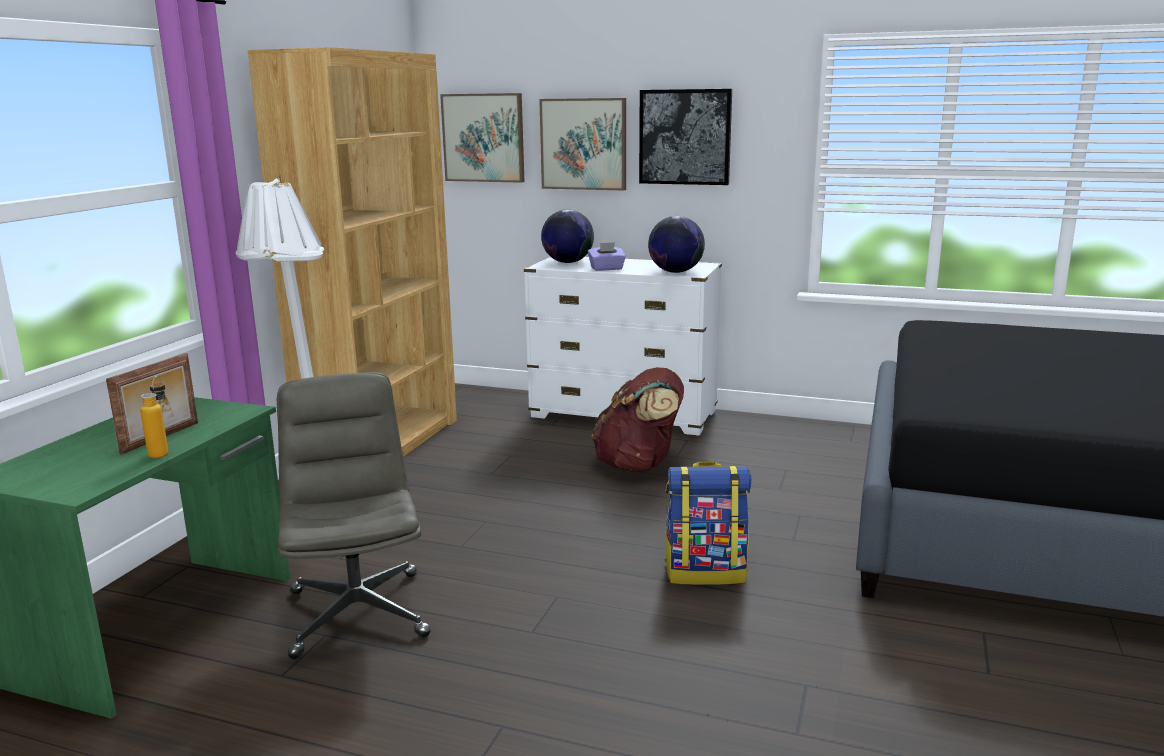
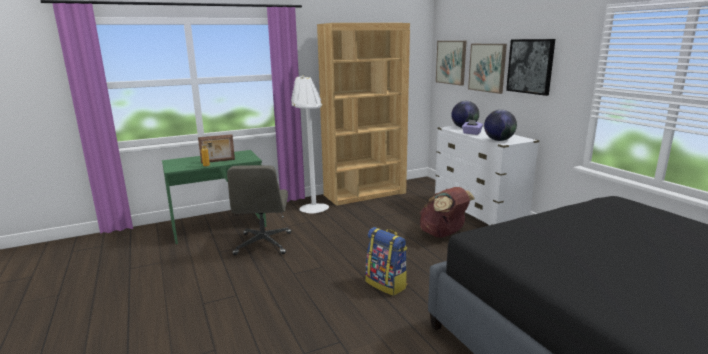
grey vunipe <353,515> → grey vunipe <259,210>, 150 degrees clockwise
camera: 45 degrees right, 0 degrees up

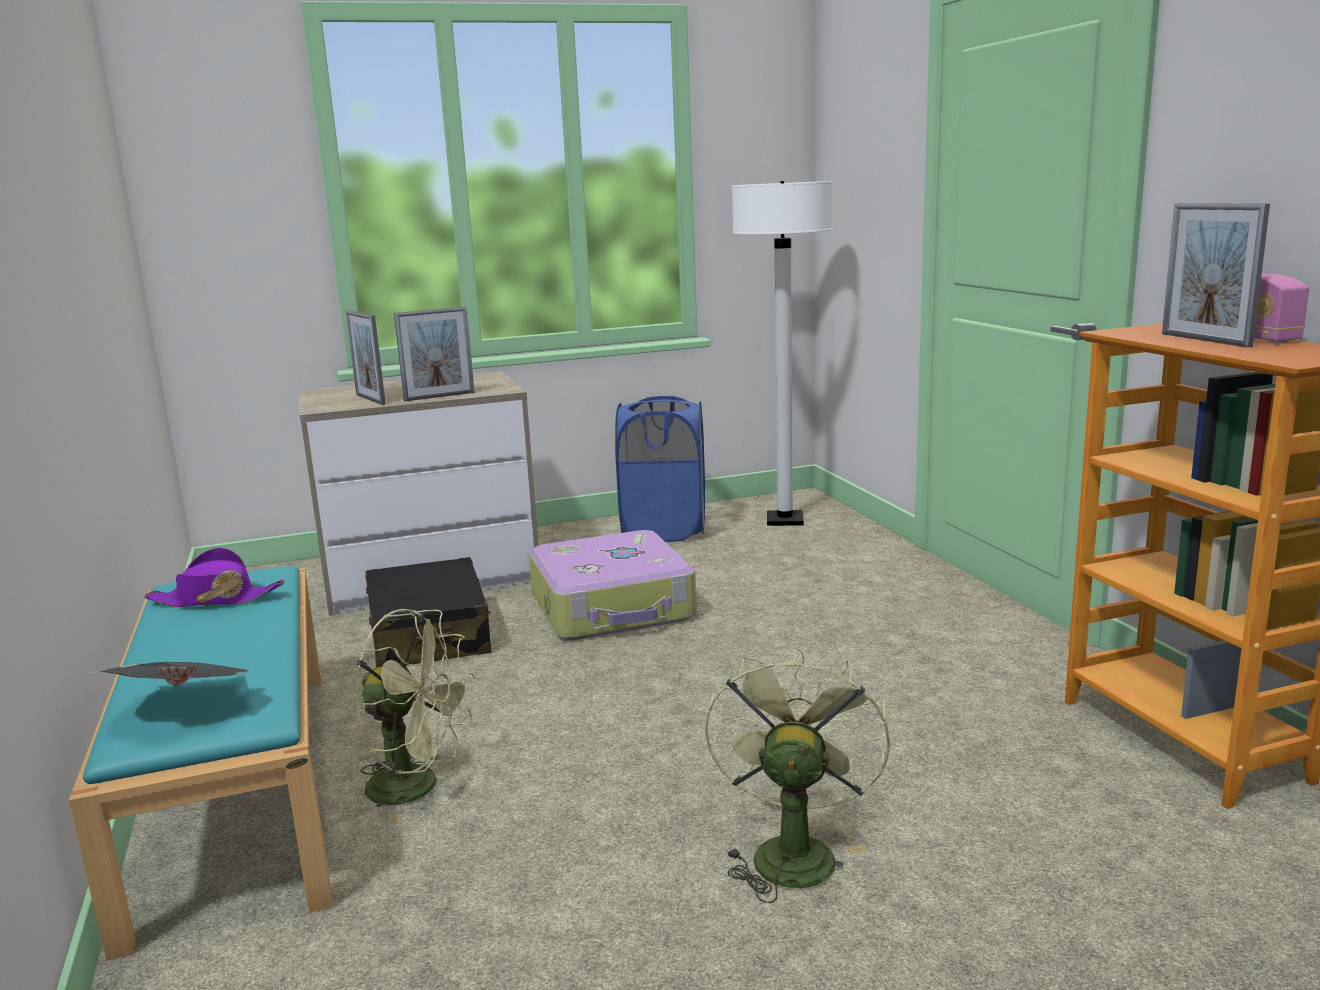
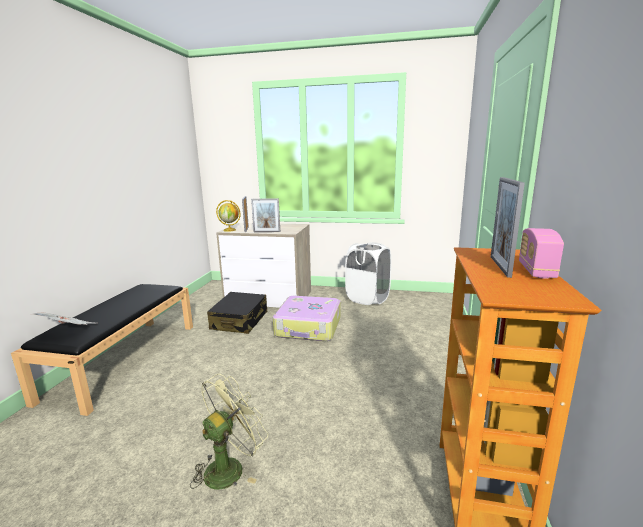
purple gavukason <214,577> → -
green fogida <415,716> → -
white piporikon <782,353> → -
- → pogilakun <228,216>
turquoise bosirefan <201,763> → black bosirefan <102,350>
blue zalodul <660,469> → white zalodul <368,273>
camera: 30 degrees right, 0 degrees up

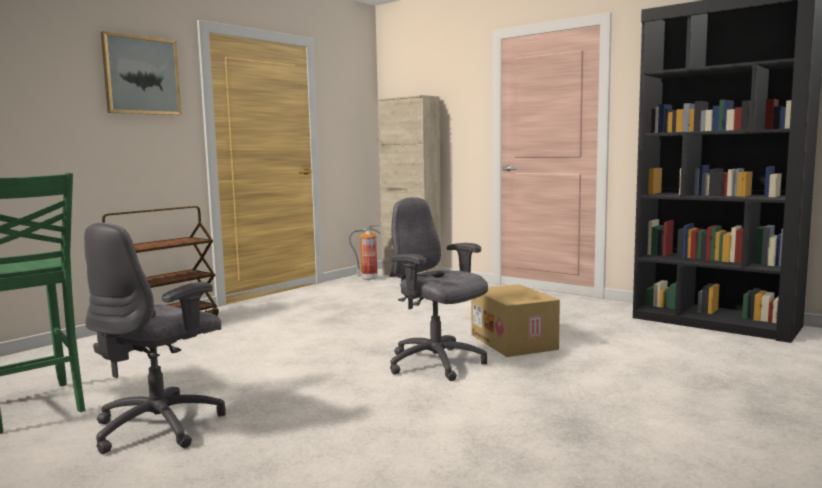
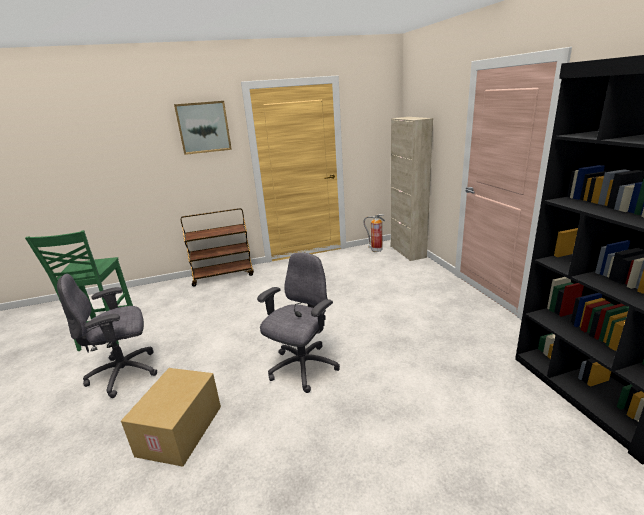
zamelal <515,320> → zamelal <171,417>, move
grey vunipe <438,289> → grey vunipe <298,323>, 45 degrees clockwise
camera: 35 degrees right, 15 degrees up

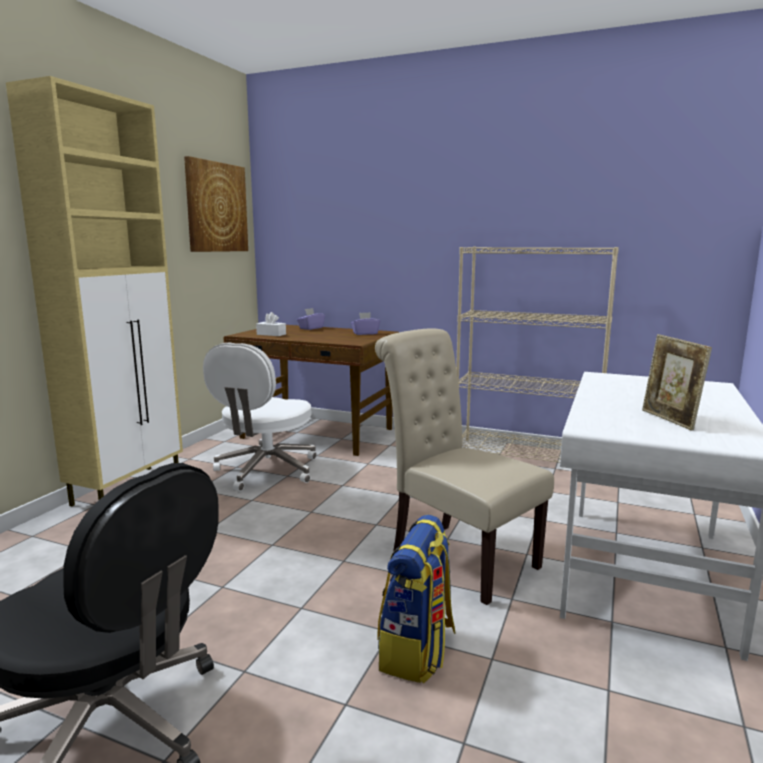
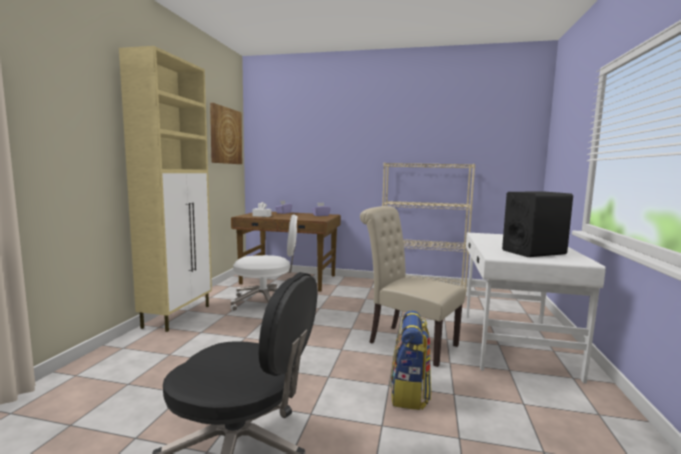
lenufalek <677,382> → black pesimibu <537,224>
white vunipe <260,417> → white vunipe <263,263>, 105 degrees counterclockwise
camera: 10 degrees left, 5 degrees down

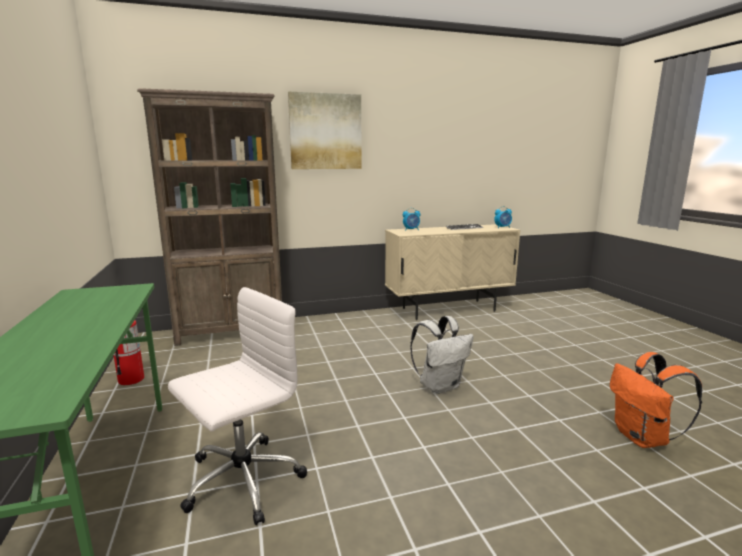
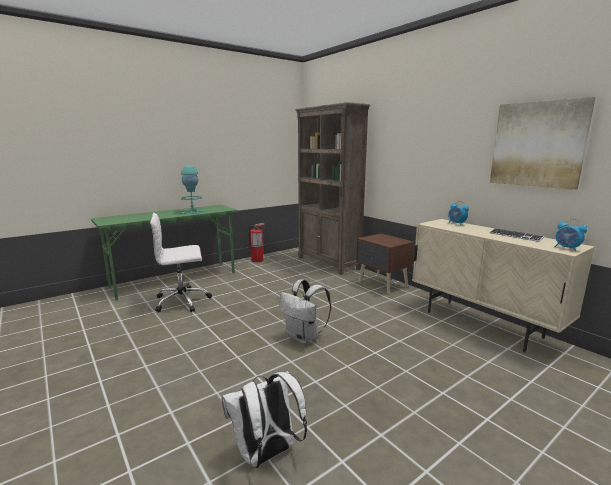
- → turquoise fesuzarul <192,189>
- → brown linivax <385,263>
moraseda <325,130> → moraseda <543,143>, move
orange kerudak <656,400> → white kerudak <264,419>
white vunipe <237,406> → white vunipe <181,262>, 135 degrees clockwise
camera: 70 degrees right, 0 degrees up

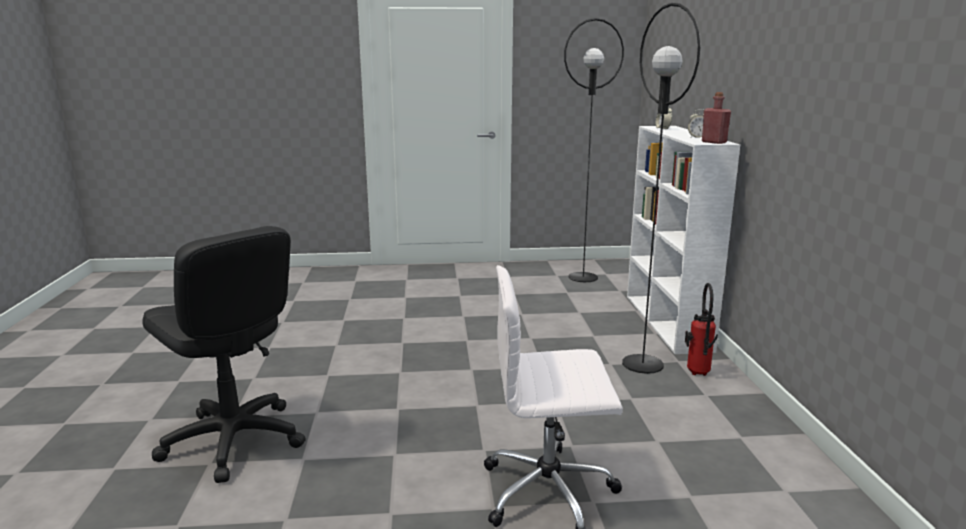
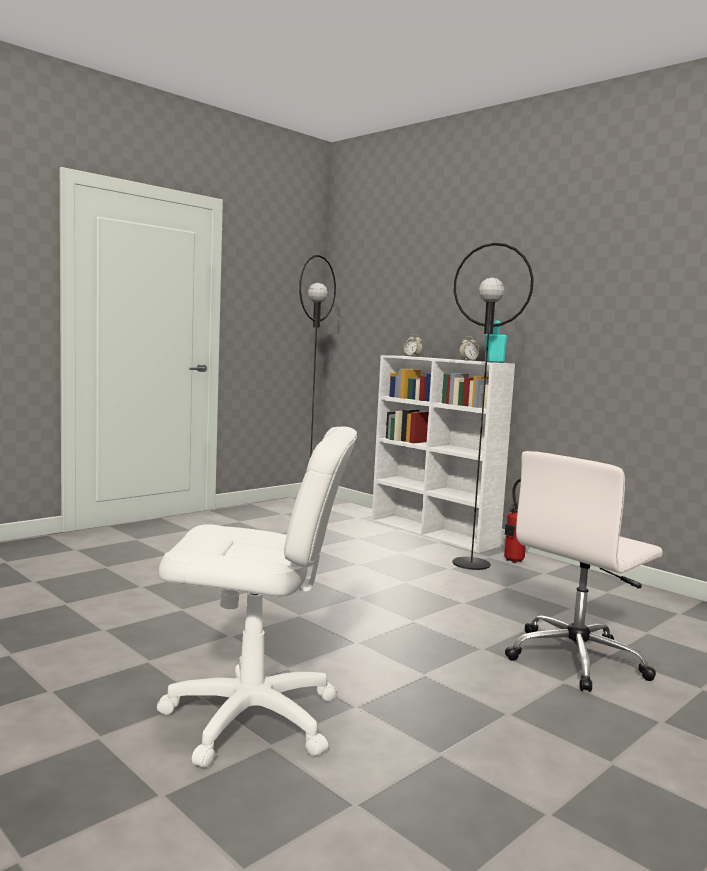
black vunipe <224,354> → white vunipe <257,597>
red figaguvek <716,118> → turquoise figaguvek <496,342>
camera: 40 degrees left, 10 degrees down

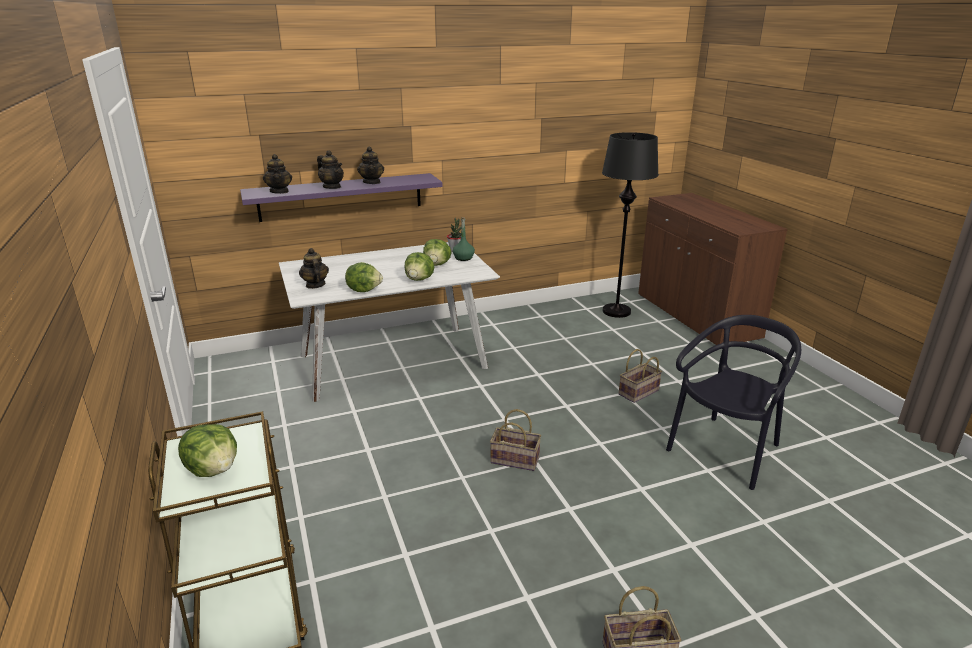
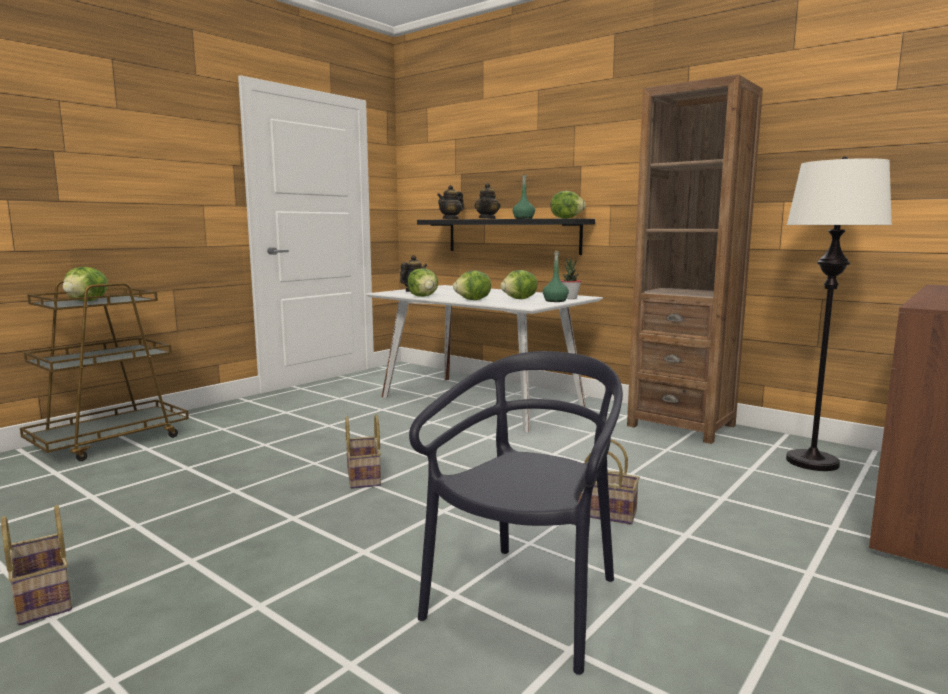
- → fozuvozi <568,205>
- → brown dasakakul <695,259>
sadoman <370,165> → green figaguvek <523,196>
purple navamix <341,197> → black navamix <506,236>
black piporikon <630,225> → white piporikon <839,313>
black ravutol <733,402> → black ravutol <516,513>, 75 degrees counterclockwise
camera: 60 degrees right, 15 degrees down

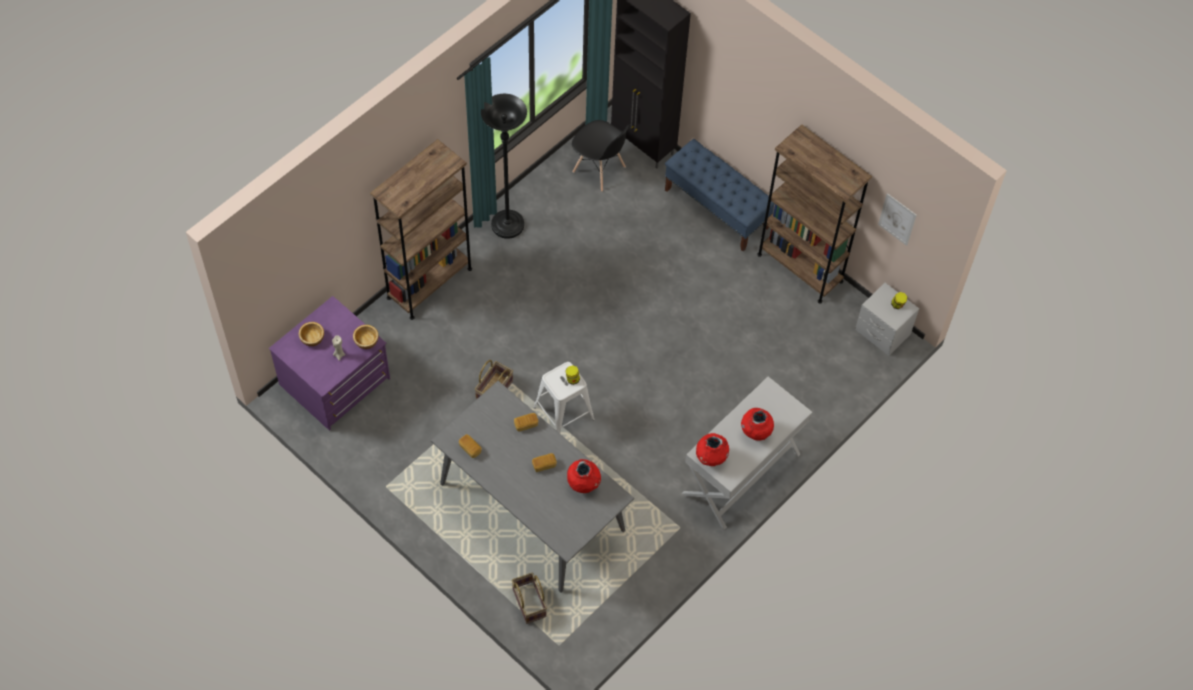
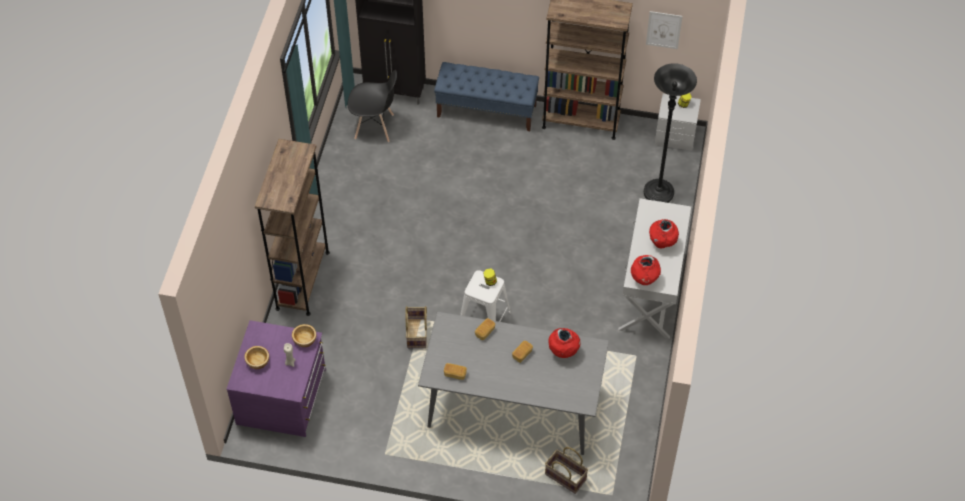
black piporikon <504,166> → black piporikon <670,133>, move
camera: 30 degrees left, 5 degrees down

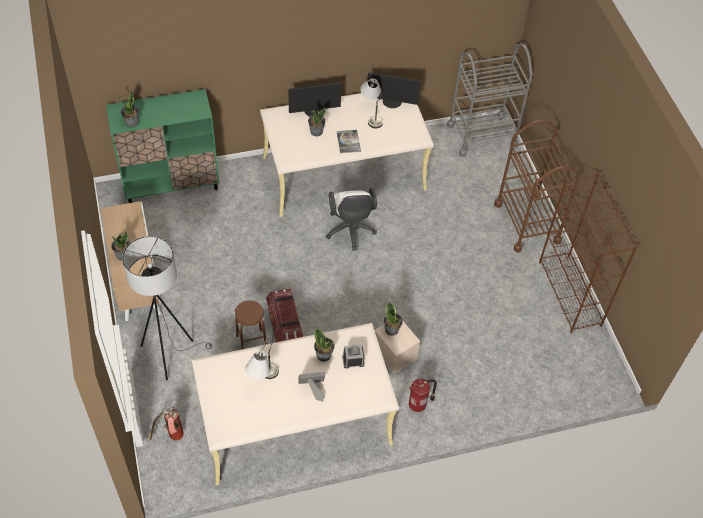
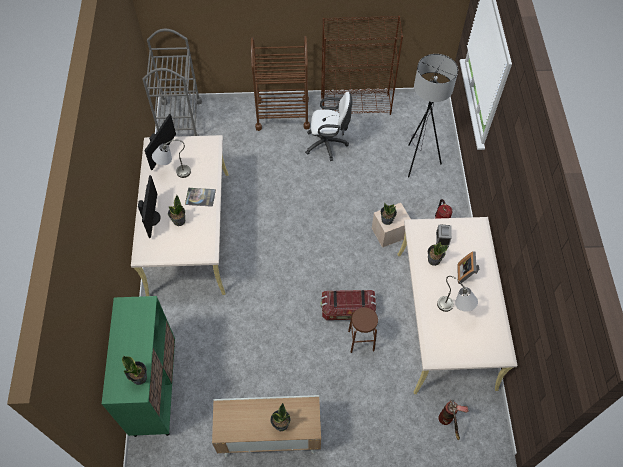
grey piporikon <167,308> → grey piporikon <433,115>, move
white vunipe <351,219> → white vunipe <328,126>, move
camera: 75 degrees left, 5 degrees up

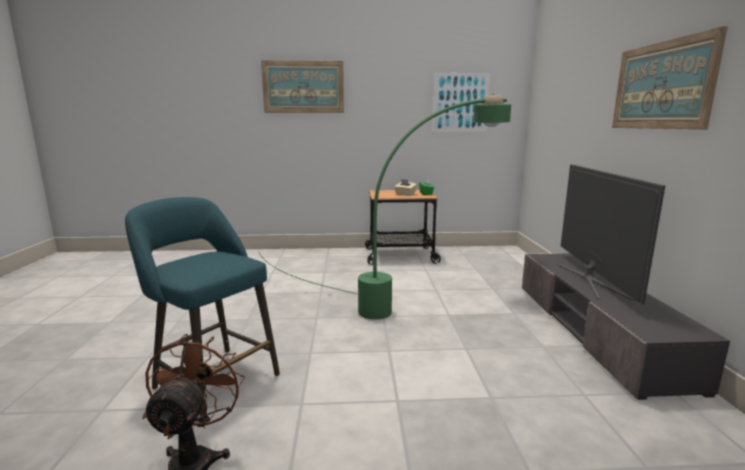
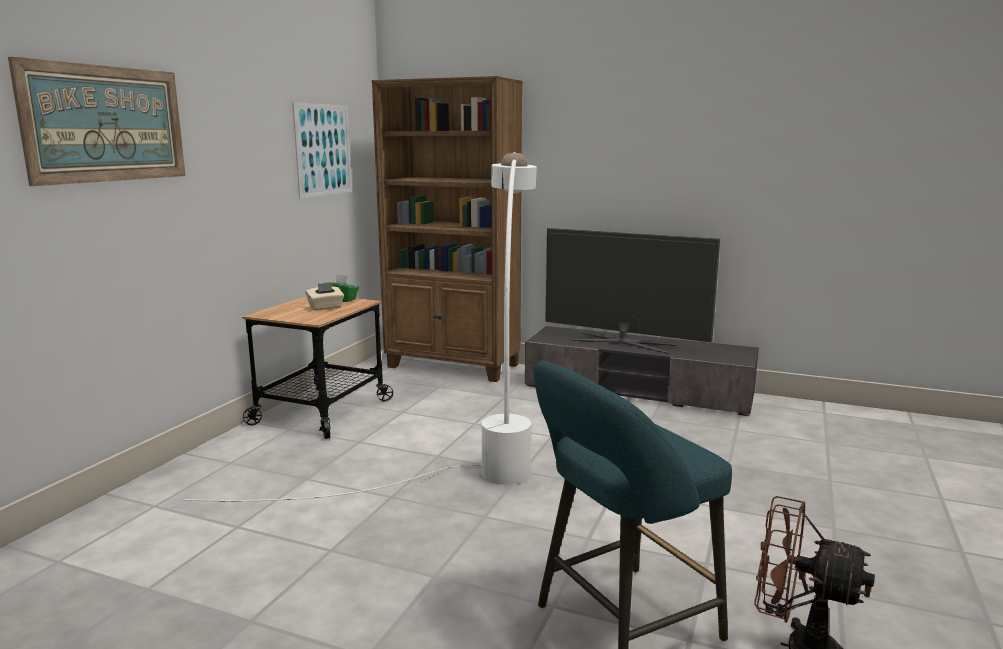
moraseda <670,78> → -
- → brown dasakakul <447,229>
green piporikon <384,207> → white piporikon <361,326>
camera: 65 degrees left, 0 degrees up

